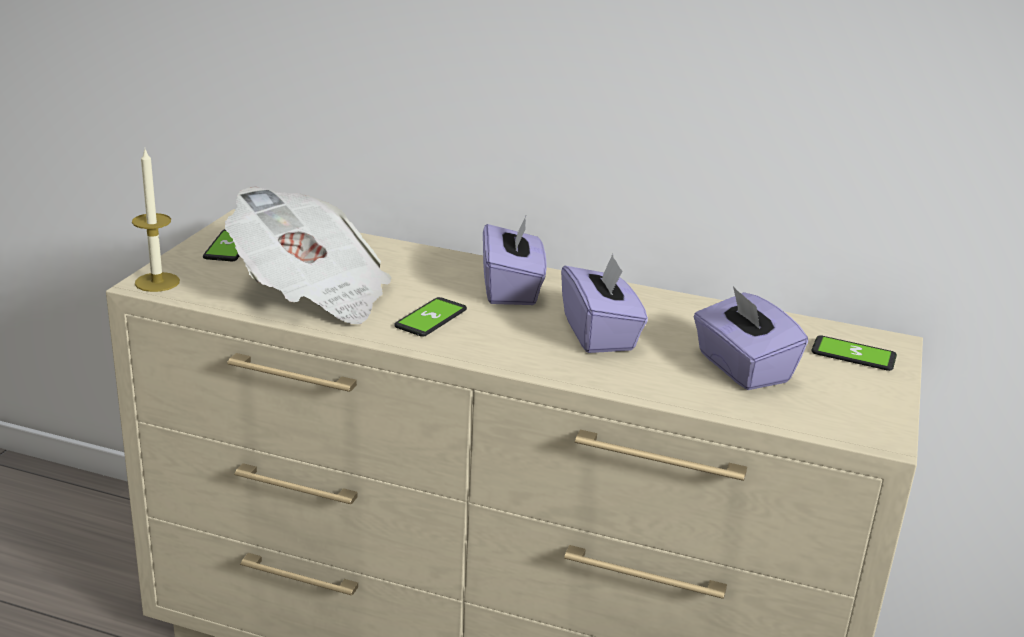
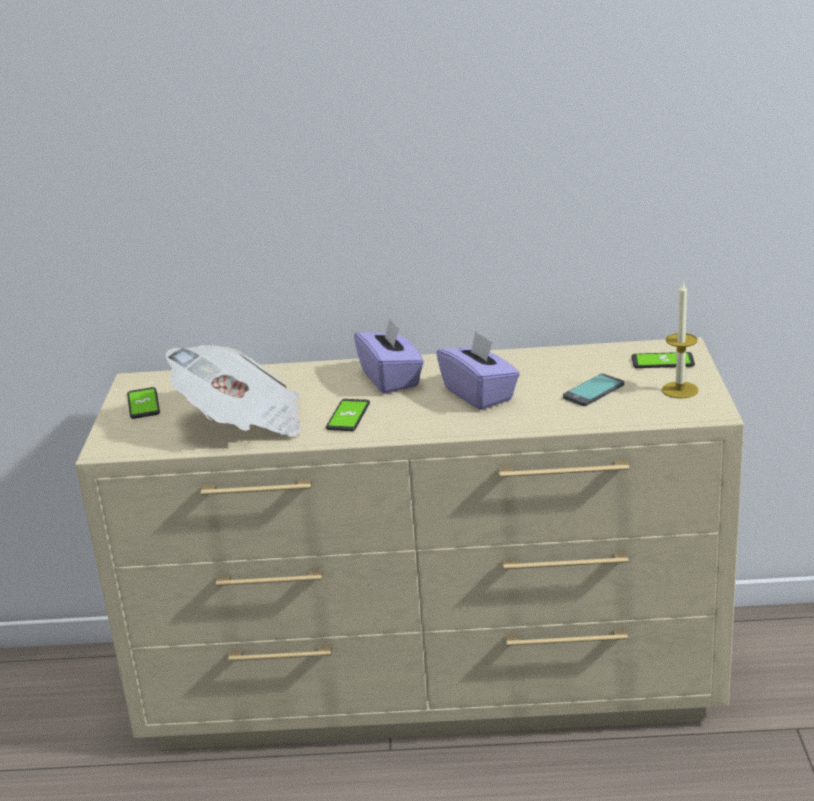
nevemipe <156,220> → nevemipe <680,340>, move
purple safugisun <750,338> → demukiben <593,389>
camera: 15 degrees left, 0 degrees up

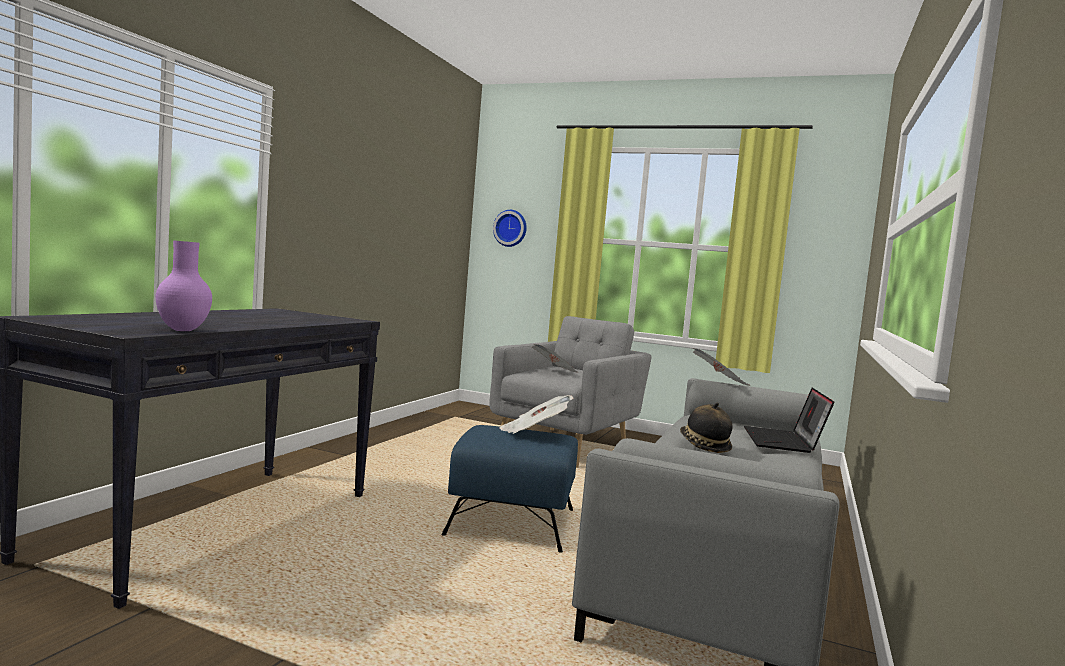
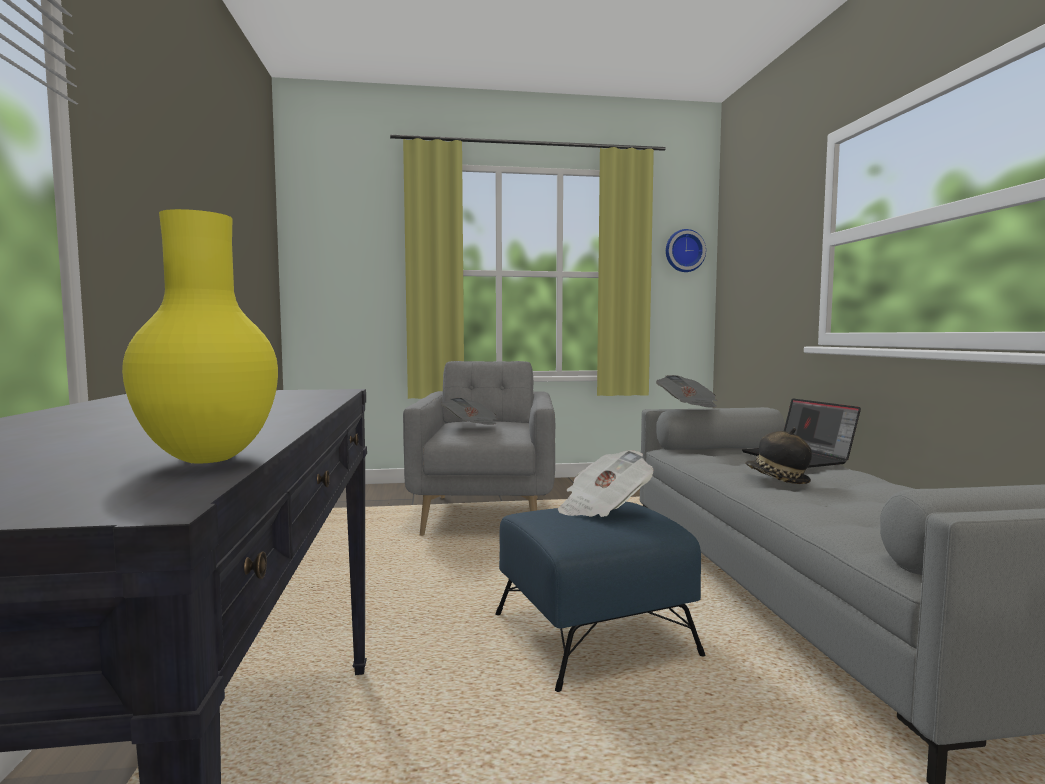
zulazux <510,228> → zulazux <686,250>, move
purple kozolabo <184,285> → yellow kozolabo <200,336>
camera: 30 degrees left, 0 degrees up

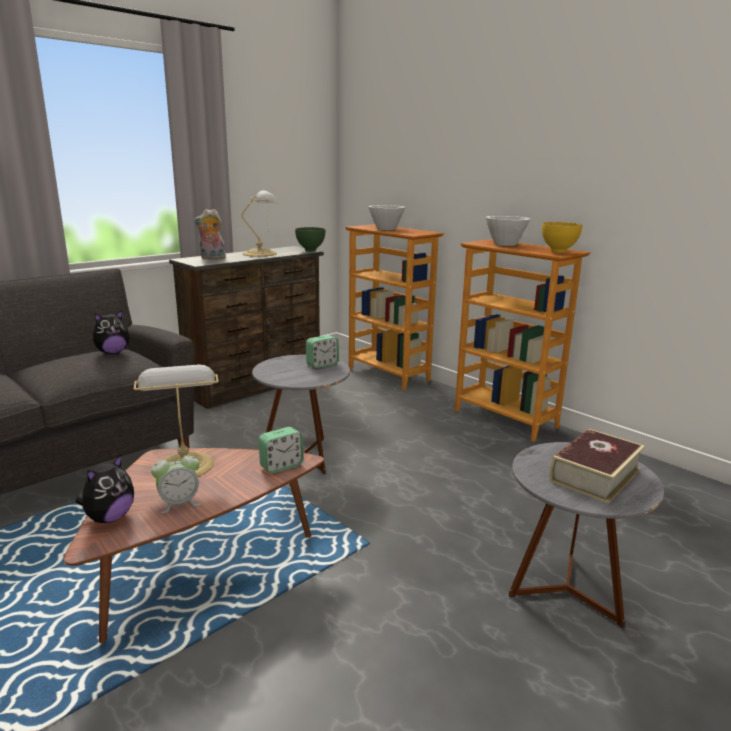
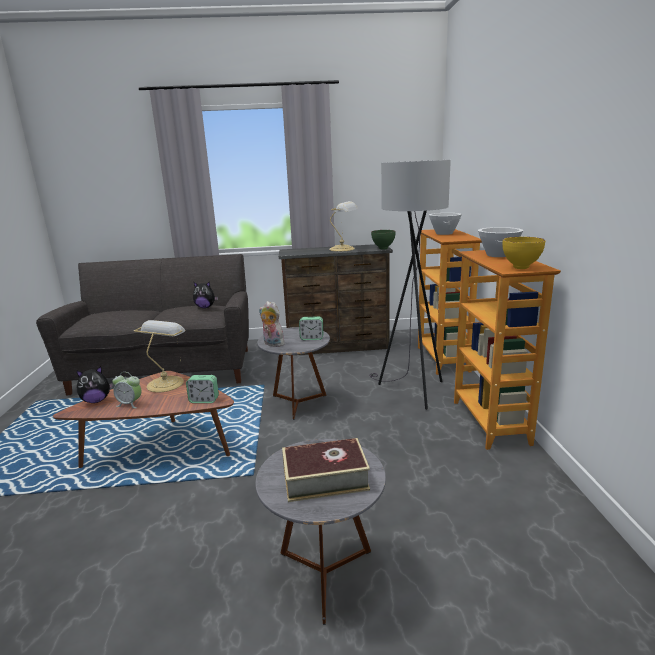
- → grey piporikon <410,285>
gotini <210,234> → gotini <272,324>, move
camera: 40 degrees right, 0 degrees up

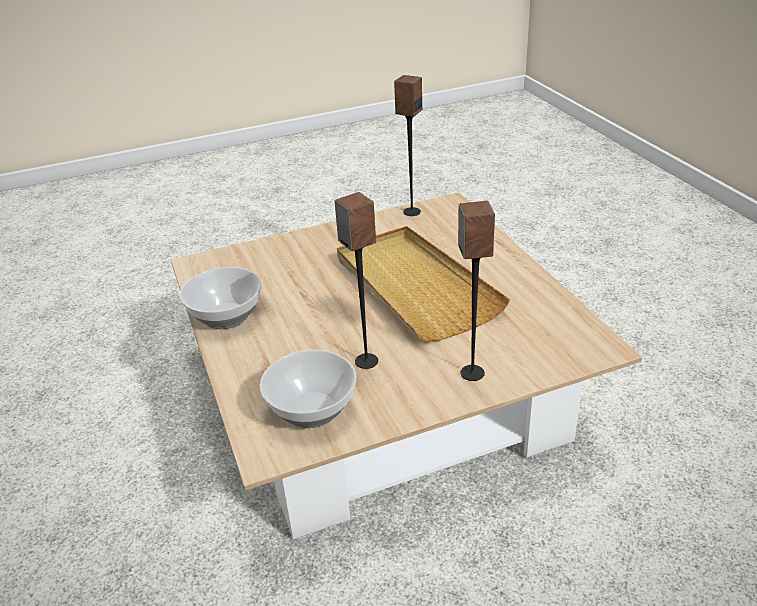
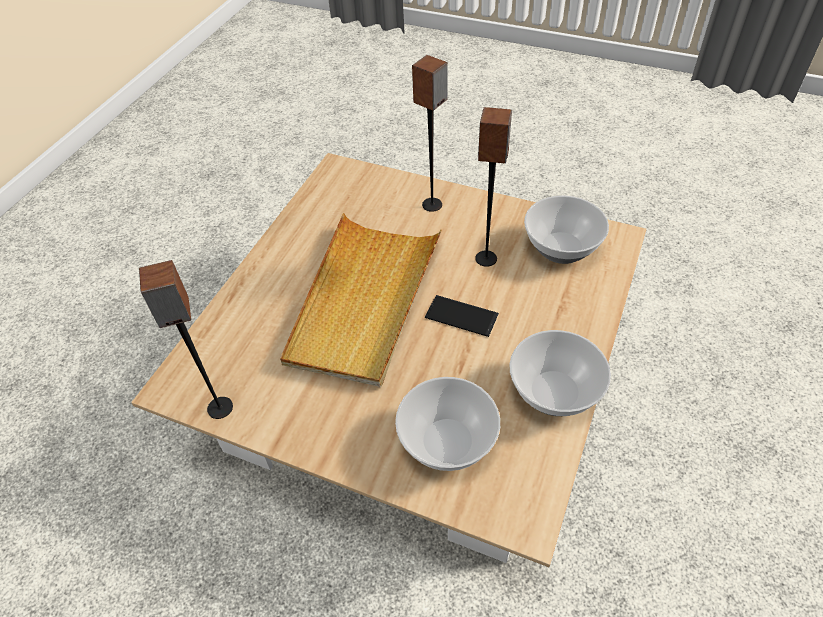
- → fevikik <447,424>
- → demukiben <462,316>
camera: 135 degrees left, 15 degrees up

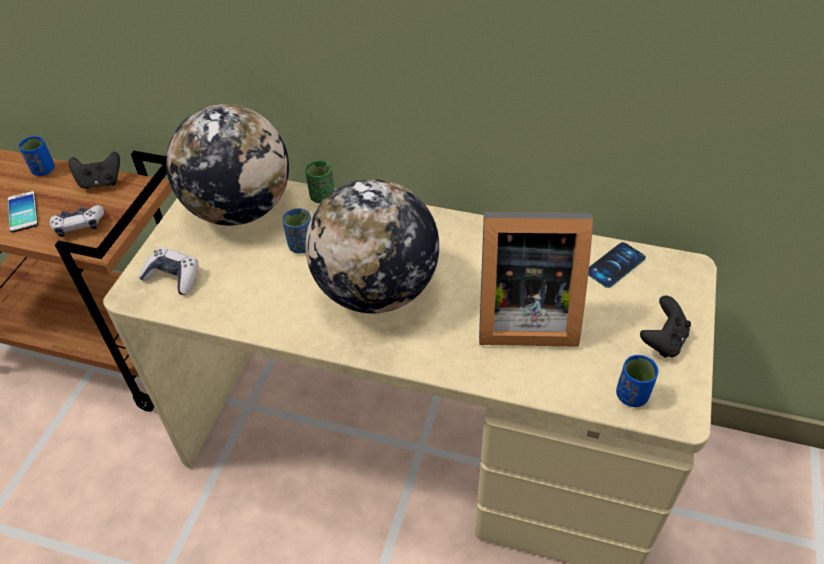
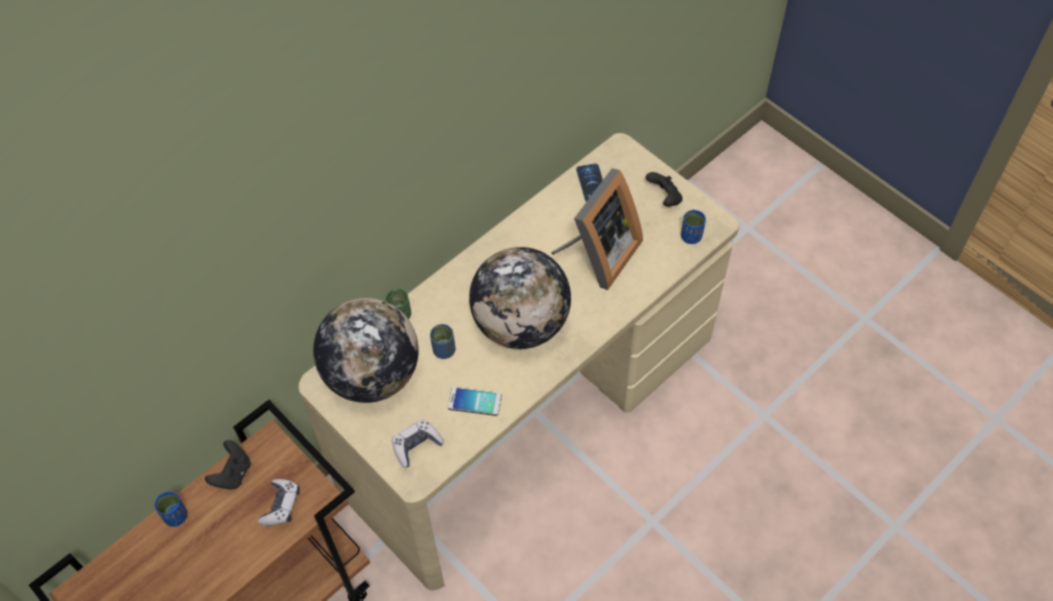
demukiben <22,211> → demukiben <475,401>, move
camera: 60 degrees left, 10 degrees up

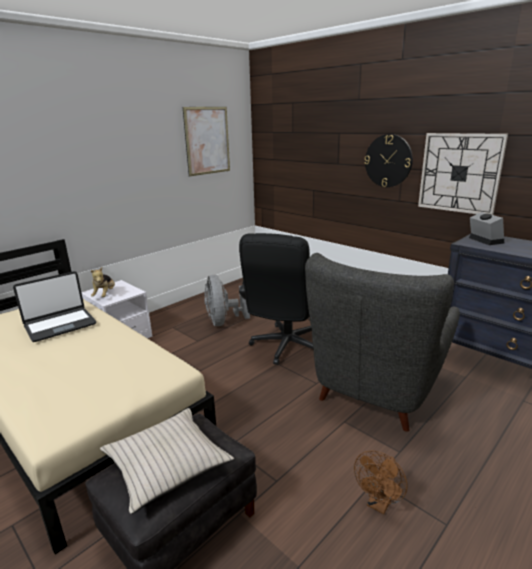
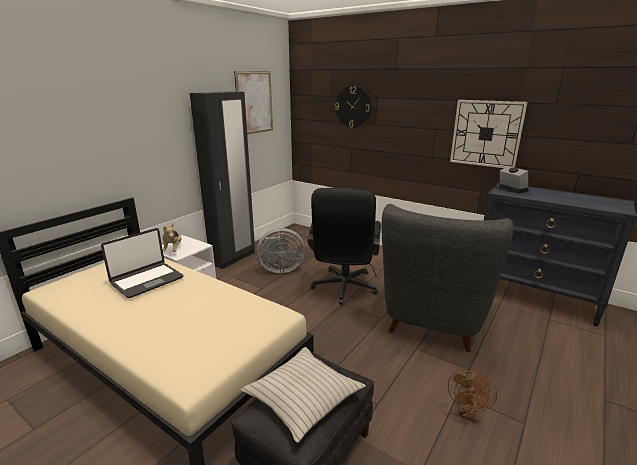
- → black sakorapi <222,180>
zulazux <388,160> → zulazux <353,107>, move
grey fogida <227,300> → grey fogida <281,250>, 75 degrees counterclockwise
camera: 10 degrees left, 0 degrees up

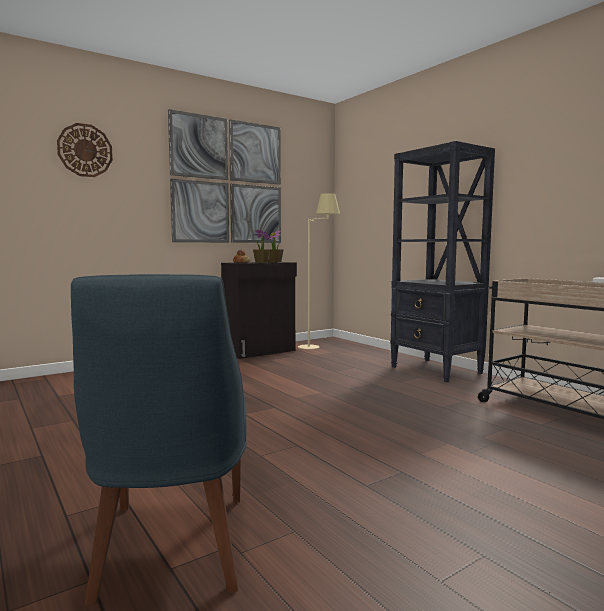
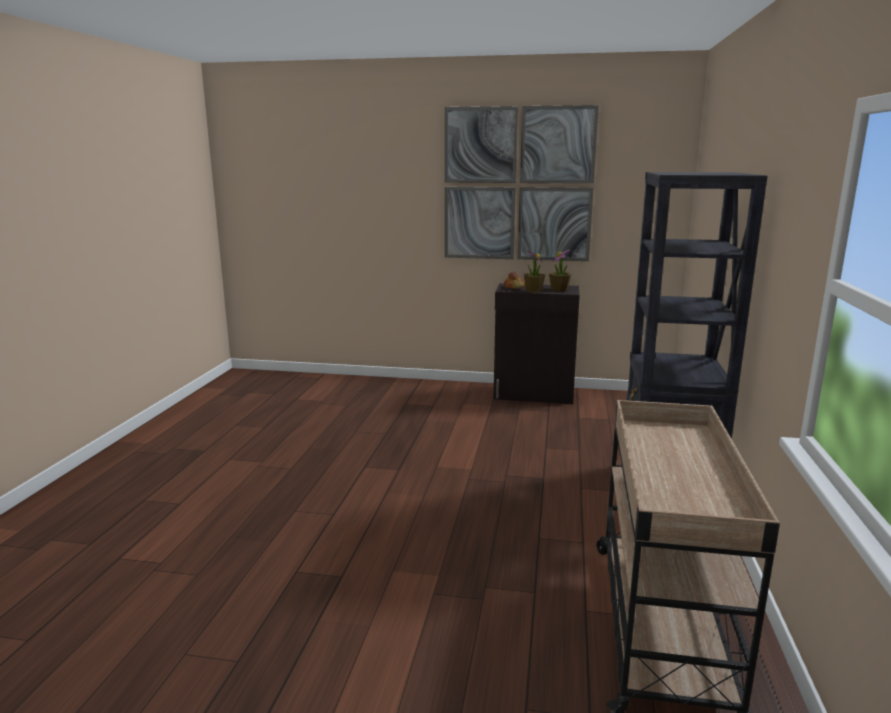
zulazux <85,150> → -
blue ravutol <159,440> → -
beige piporikon <319,271> → -
camera: 45 degrees right, 10 degrees up

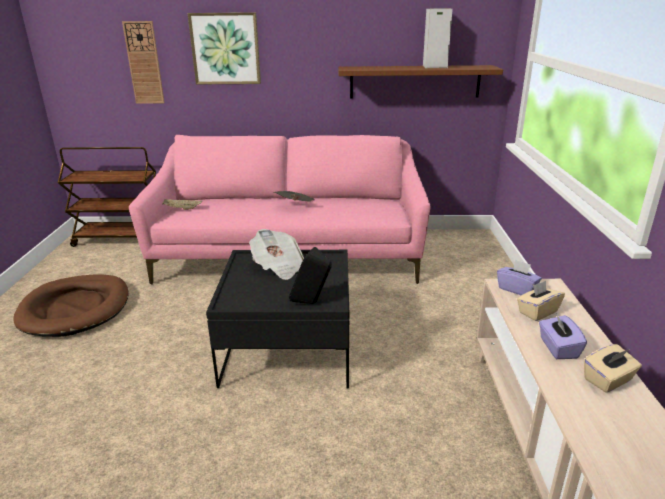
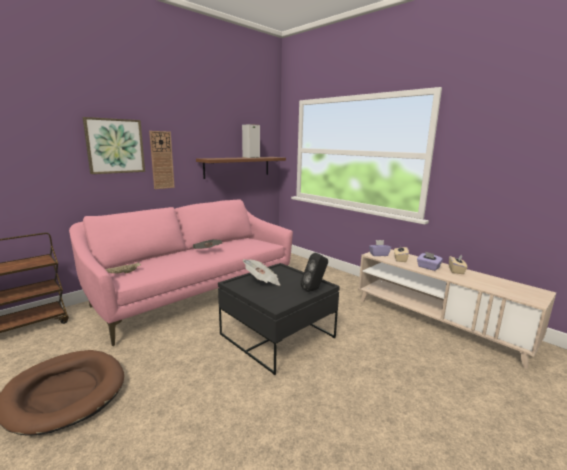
zulazux <143,62> → zulazux <162,160>, move
camera: 45 degrees left, 10 degrees down

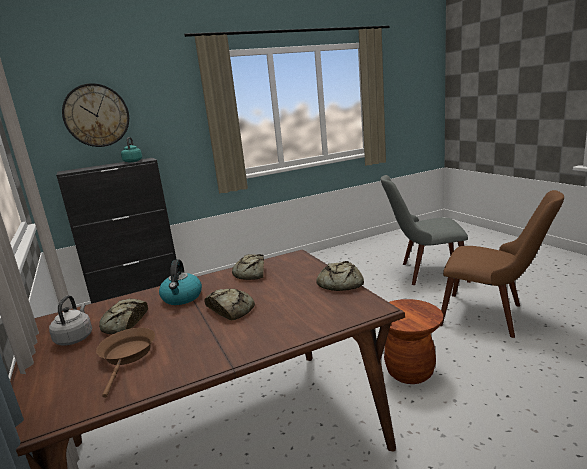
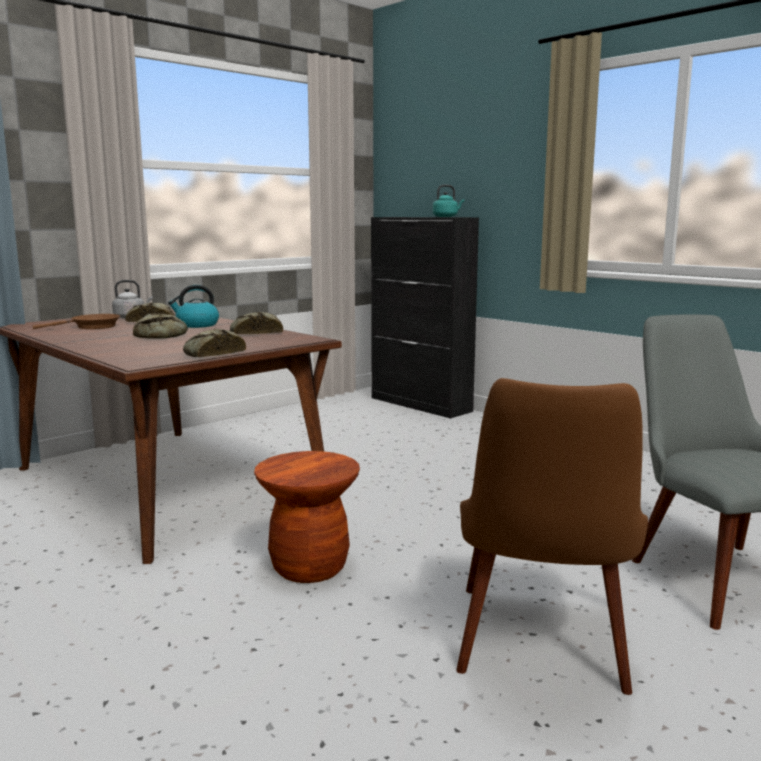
zulazux <95,115> → -
camera: 70 degrees right, 5 degrees down

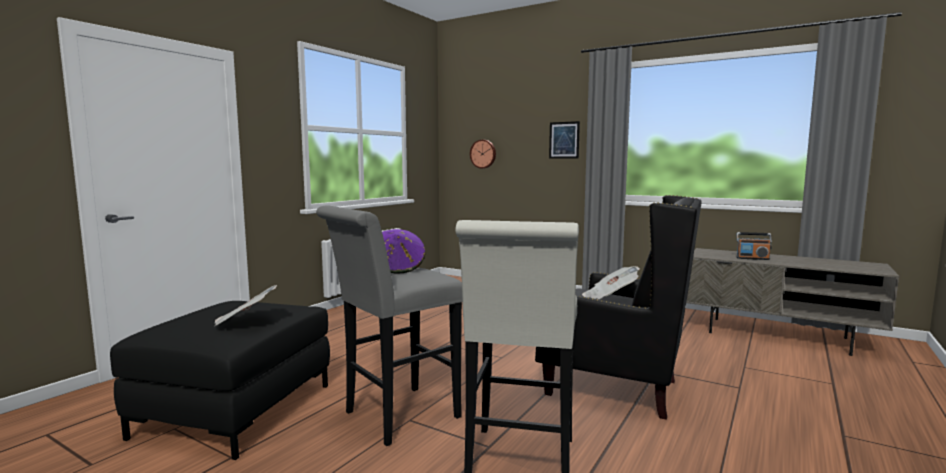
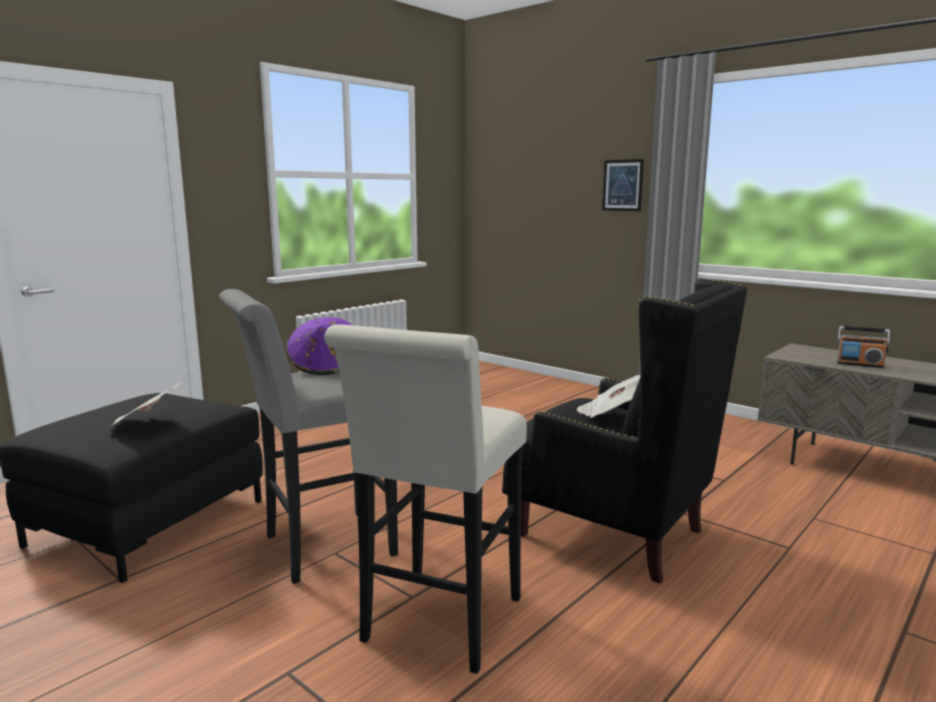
zulazux <483,154> → -
camera: 10 degrees right, 5 degrees up

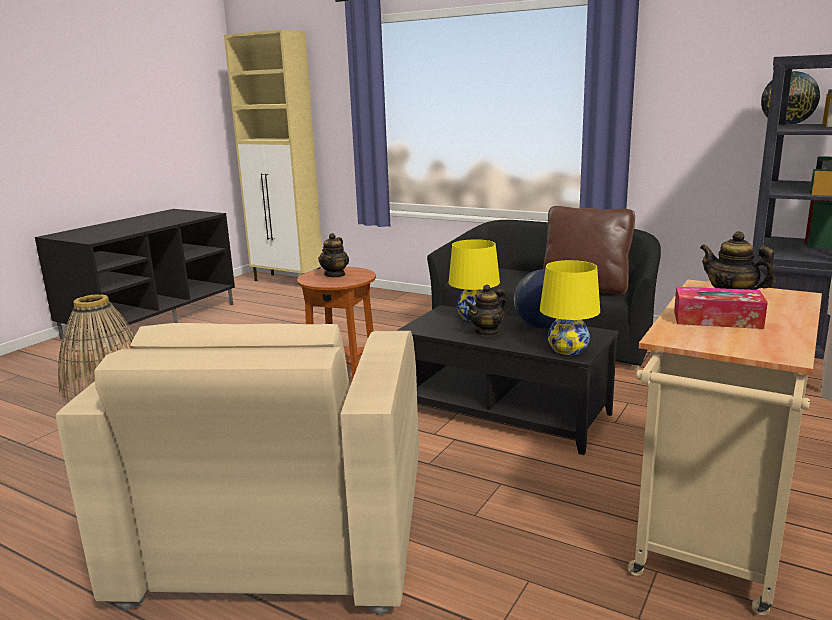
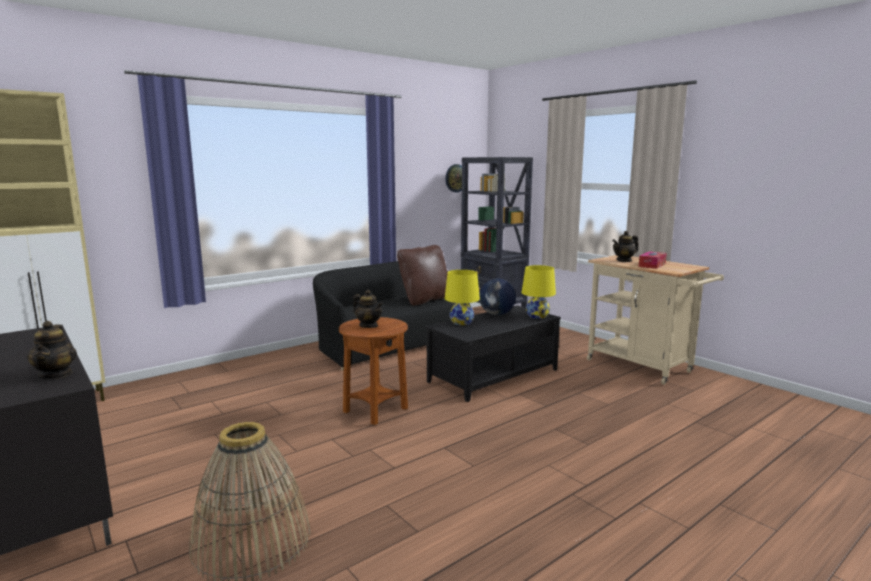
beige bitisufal <237,469> → -
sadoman <487,311> → sadoman <52,350>, move
camera: 70 degrees left, 5 degrees down

